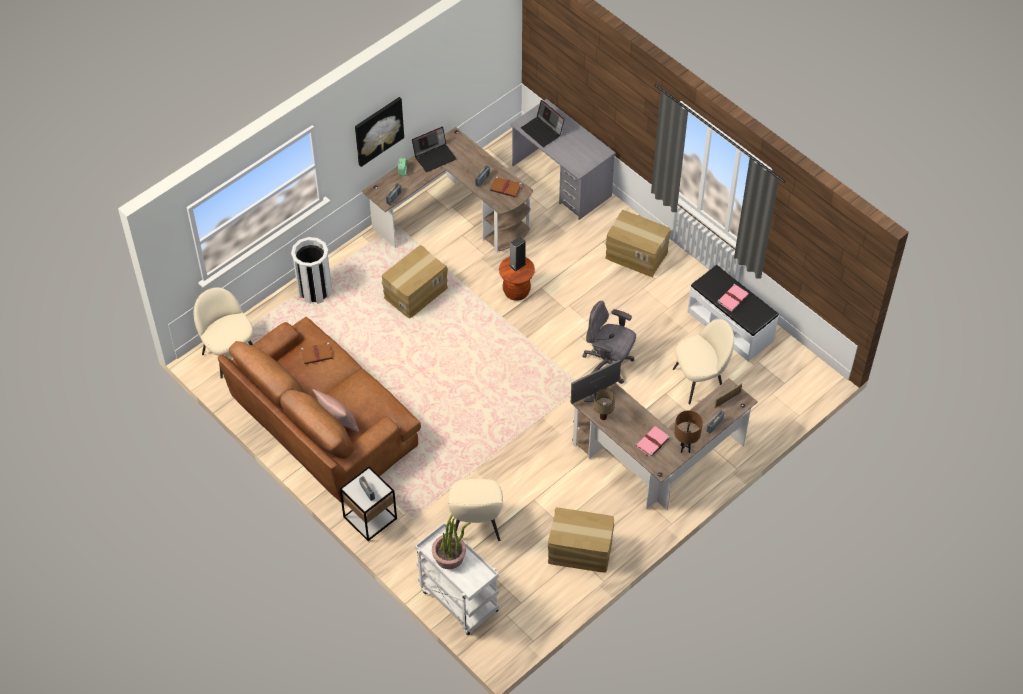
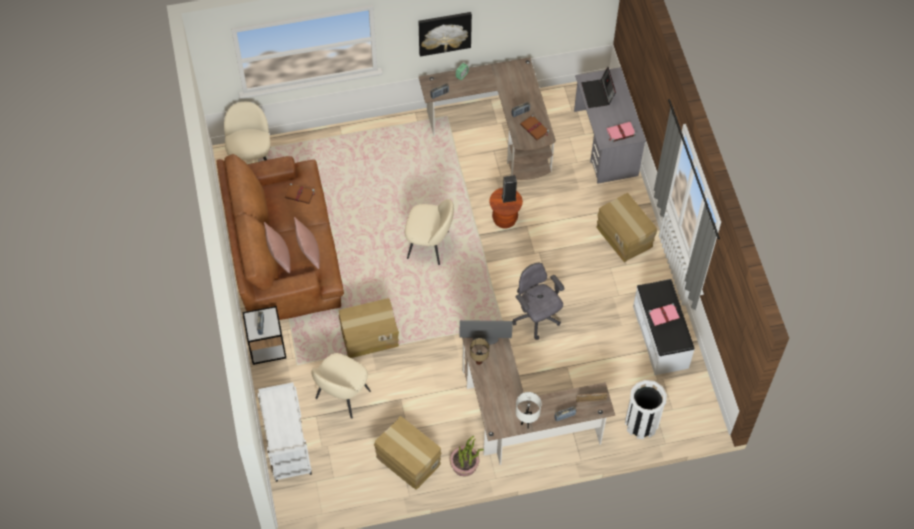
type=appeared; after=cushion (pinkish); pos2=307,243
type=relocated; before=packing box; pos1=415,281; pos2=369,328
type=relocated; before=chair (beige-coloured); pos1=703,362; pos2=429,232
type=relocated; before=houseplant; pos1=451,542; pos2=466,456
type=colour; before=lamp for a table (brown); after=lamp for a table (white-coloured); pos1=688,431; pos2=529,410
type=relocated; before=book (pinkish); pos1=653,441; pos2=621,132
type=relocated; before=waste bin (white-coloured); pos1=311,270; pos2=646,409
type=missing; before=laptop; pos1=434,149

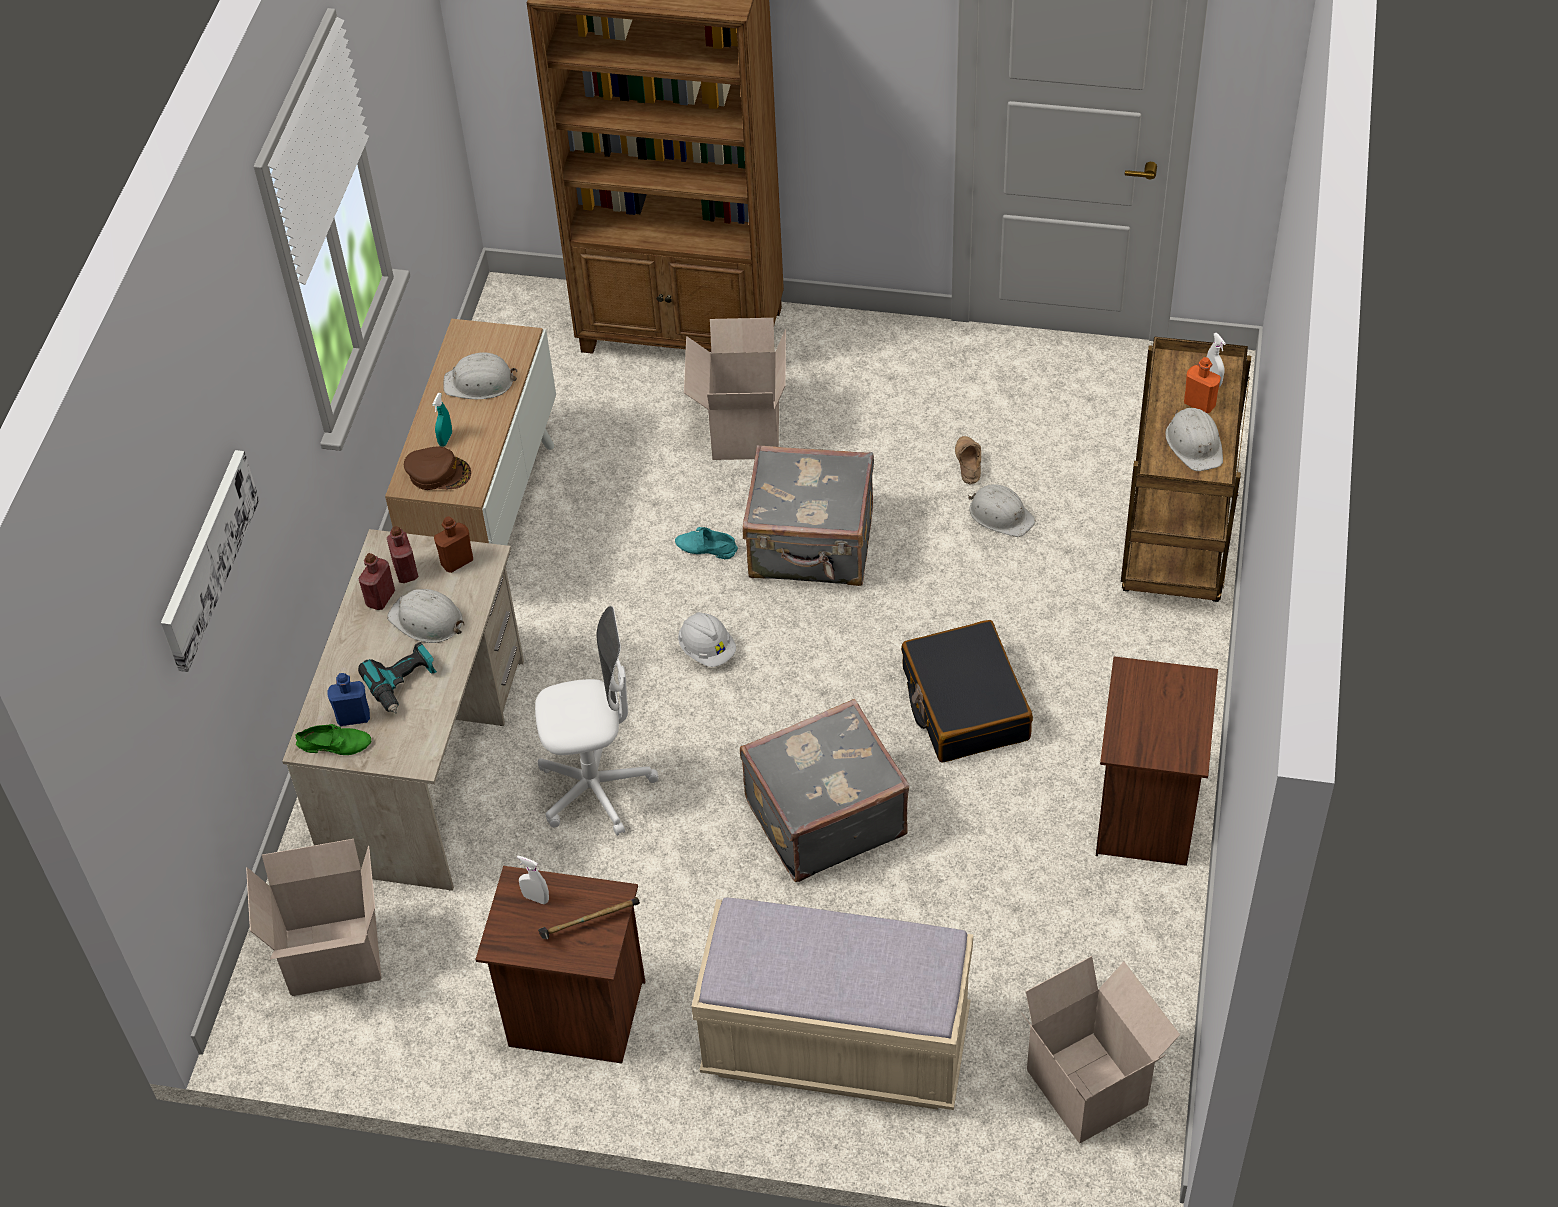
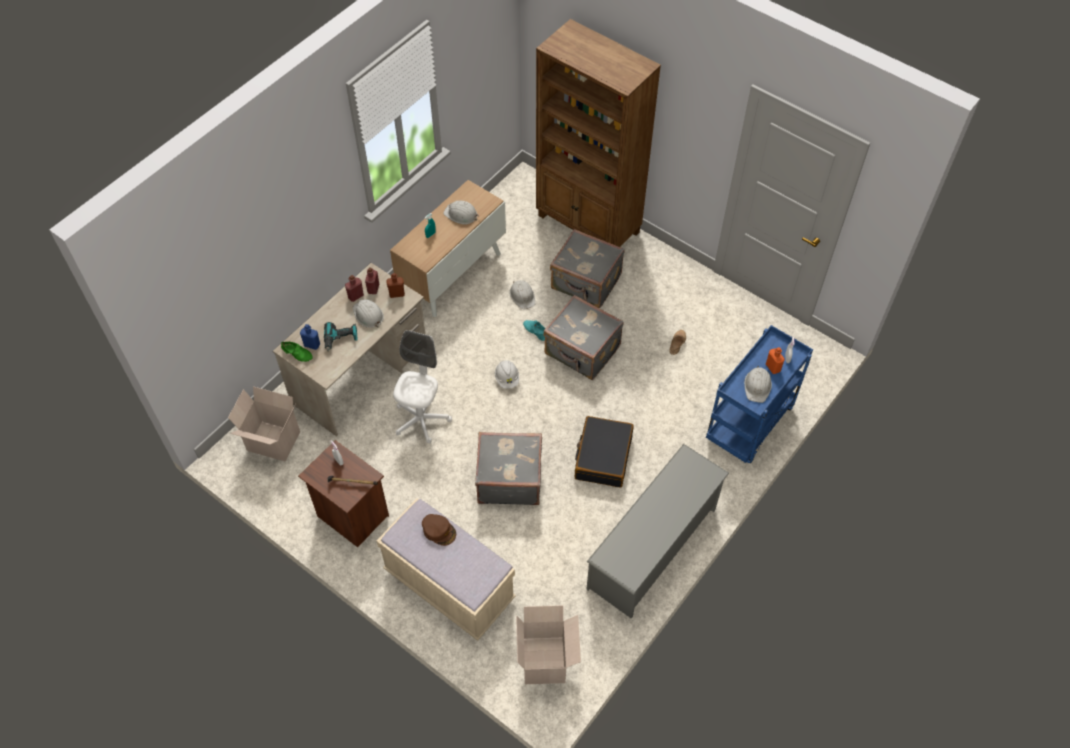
type=spun; before=desk chair (white-coloured); pos1=597,721; pos2=422,386; turn=-90
type=relocated; before=baseball cap (brown); pos1=437,468; pos2=439,530
type=relocated; before=work helmet (white-coloured); pos1=1001,510; pos2=522,294
type=exchanged; before=packing box; after=travel case (greyish); pos1=735,389; pos2=587,268
type=exchanged; before=night table (brown); after=shoe stand (greyish); pos1=1157,761; pos2=657,531
type=colour; before=wheeled cart (brown); after=wheeled cart (blue); pos1=1186,469; pos2=759,394
type=missing; before=wall art; pos1=210,561

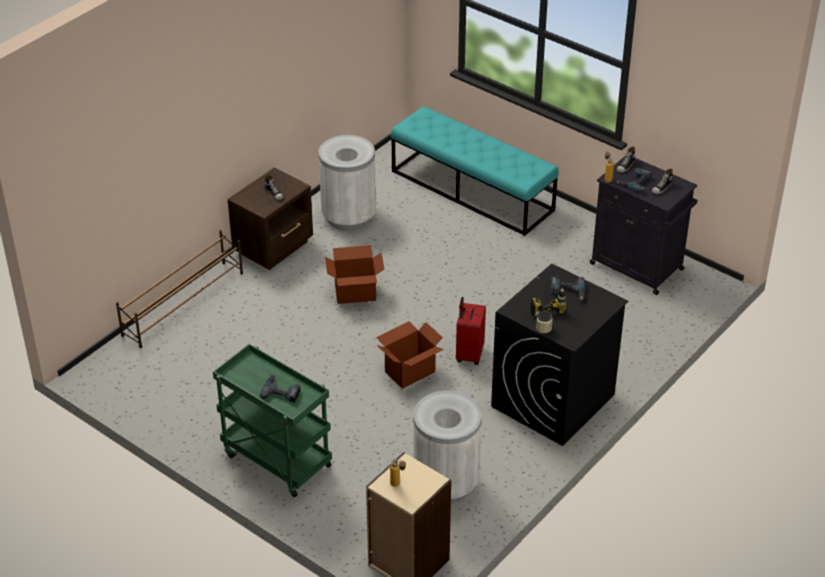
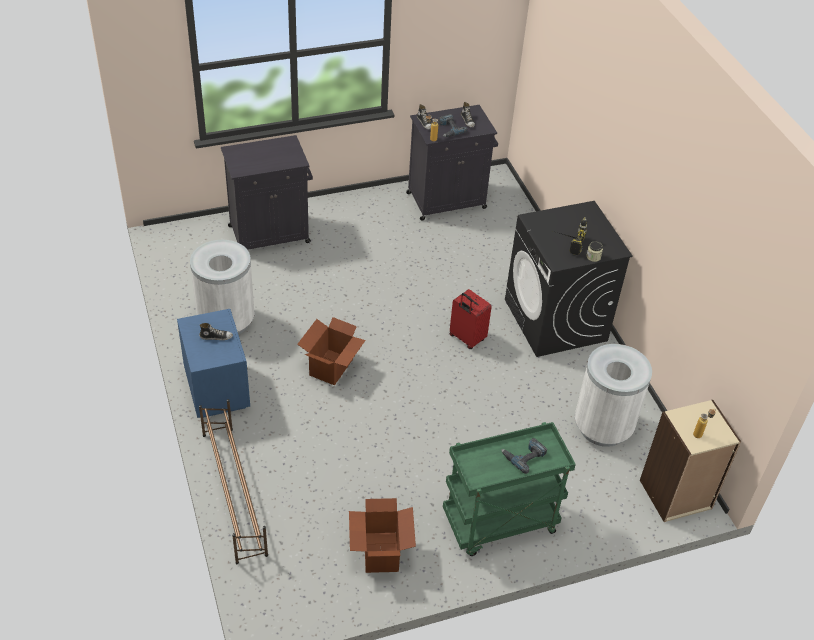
type=colour; before=night table (brown); after=night table (blue); pos1=270,219; pos2=213,363
type=exchanged; before=bench (turquoise); after=cabinet (blackish); pos1=475,171; pos2=267,192
type=relocated; before=packing box; pos1=410,355; pos2=382,535
type=missing; before=drill; pos1=567,289

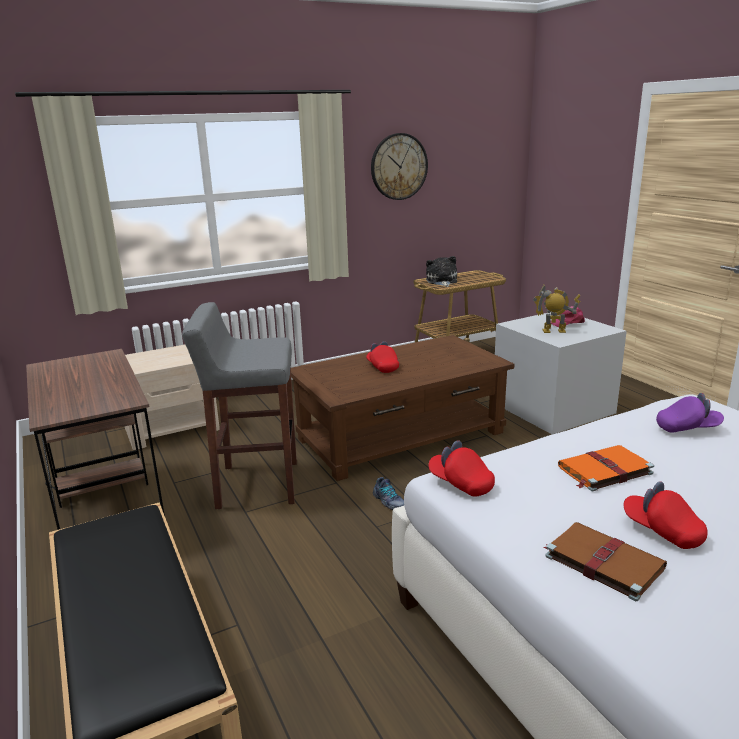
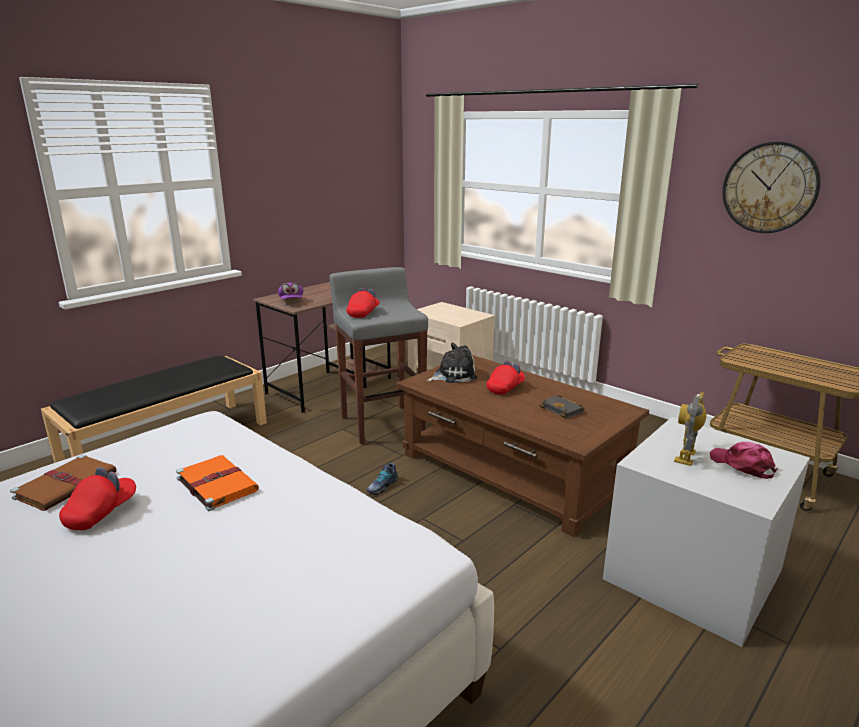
type=relocated; before=baseball cap (purple); pos1=690,413; pos2=291,290
type=relocated; before=baseball cap (red-coloured); pos1=462,468; pos2=363,303
type=relocated; before=cuddly toy; pos1=441,271; pos2=452,363
type=appeared; after=book (blackish); pos2=562,407
type=spun; before=robot figure; pos1=557,309; pos2=690,429; turn=-135

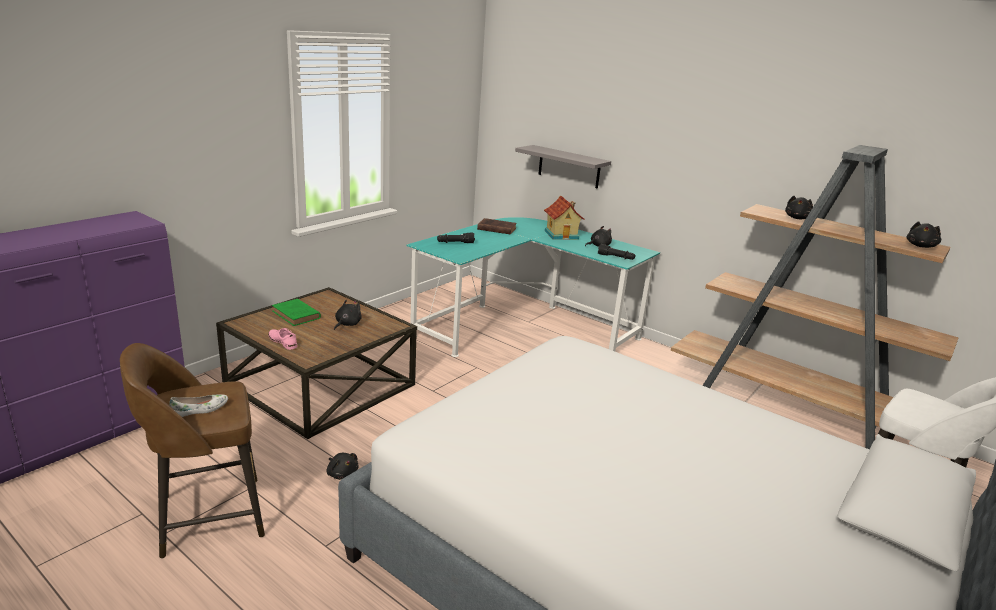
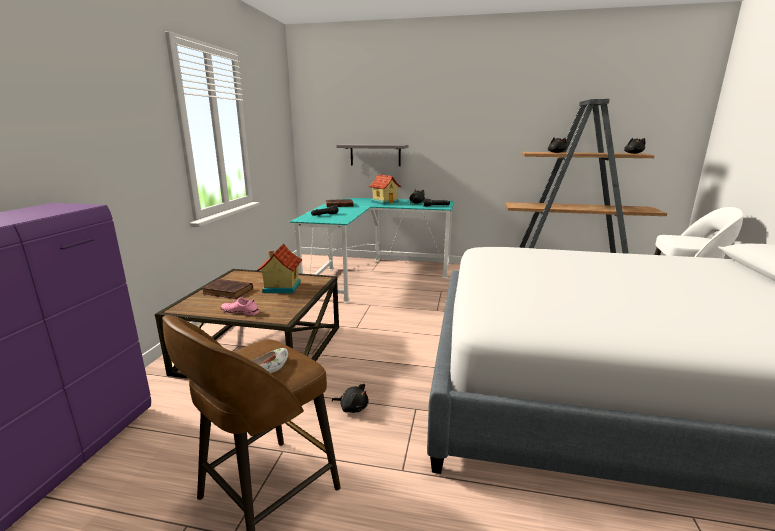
type=colour; before=book (green-coloured); after=book (brown); pos1=296,312; pos2=227,289
type=exchanged; before=cuddly toy (blackish); after=toy house; pos1=348,315; pos2=279,268

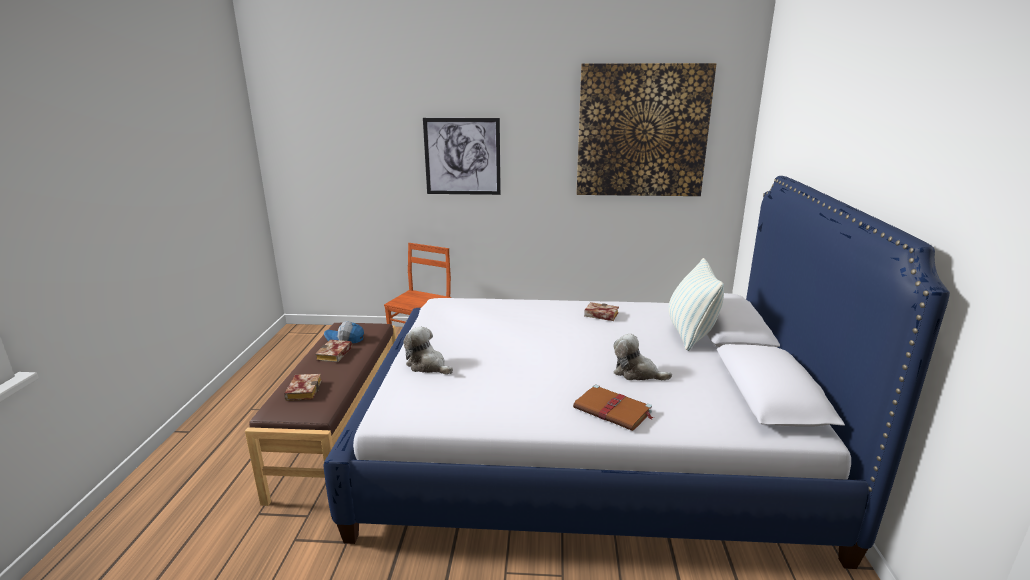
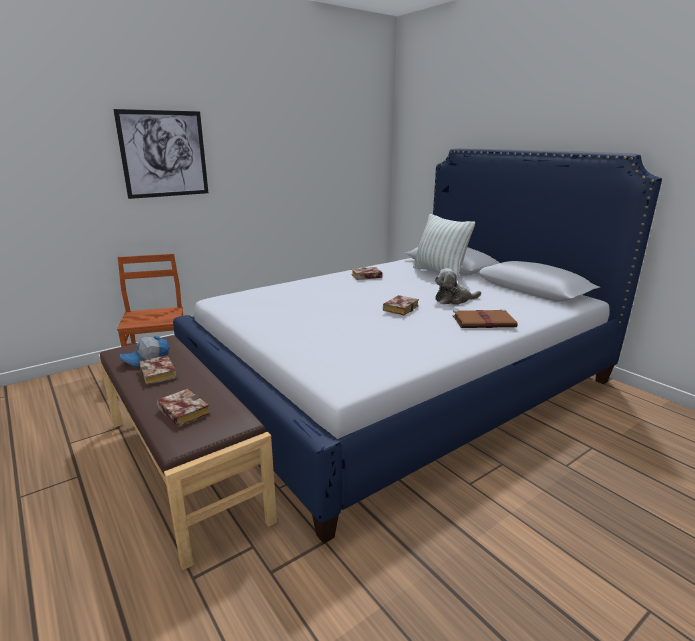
type=appeared; after=book; pos2=401,305
type=missing; before=cuddly toy; pos1=428,351
type=missing; before=wall art; pos1=646,129

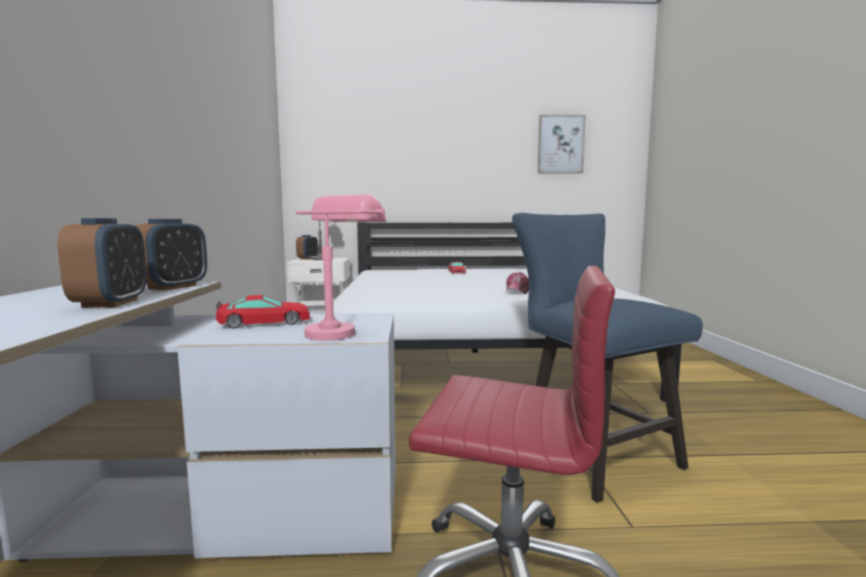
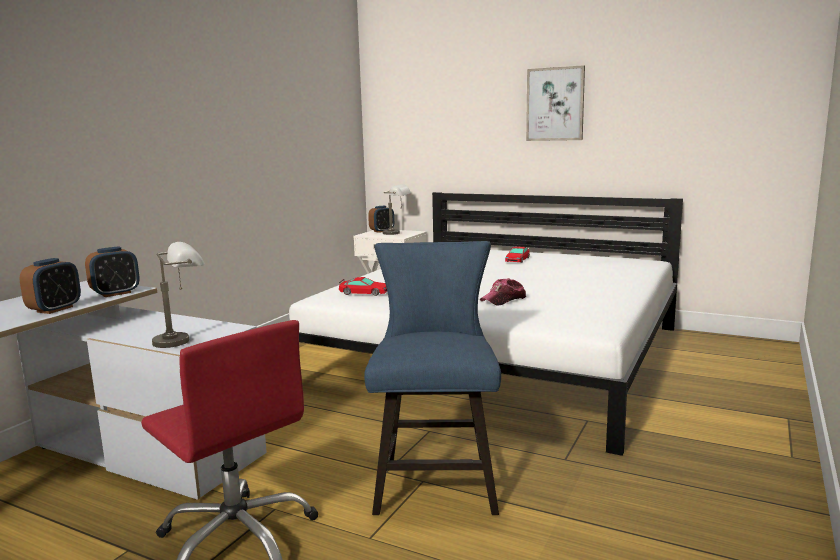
type=colour; before=lamp for a table (pinkish); after=lamp for a table (greyish); pos1=341,268; pos2=178,295
type=relocated; before=toy car; pos1=263,312; pos2=363,286
type=relocated; before=wall art; pos1=562,144; pos2=555,103

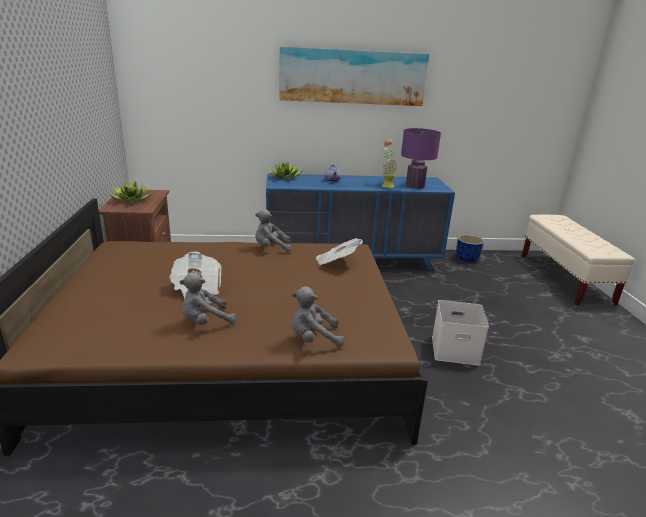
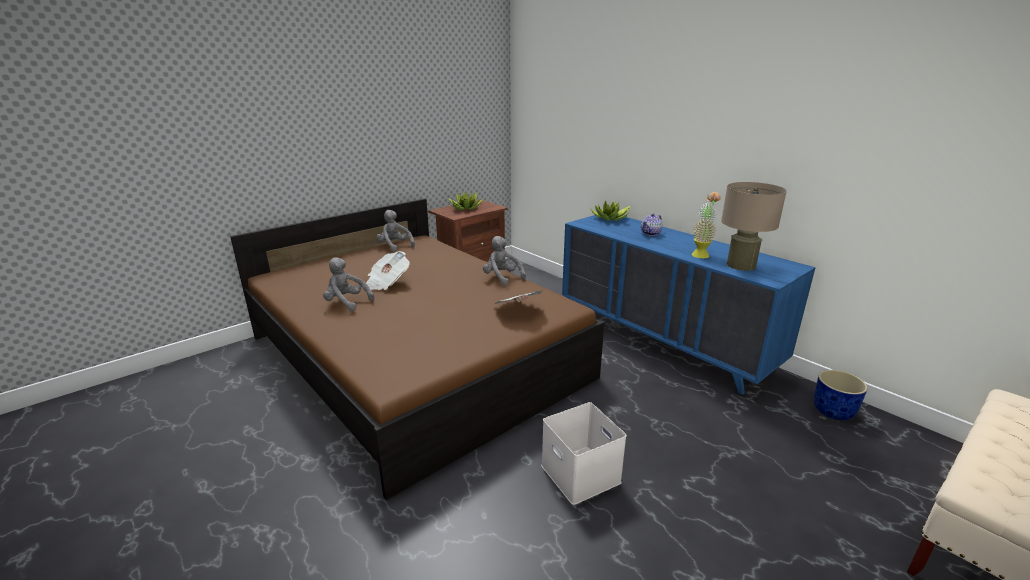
type=relocated; before=cuddly toy (greyish); pos1=317,316; pos2=395,231
type=colour; before=lamp for a table (purple); after=lamp for a table (beige-coloured); pos1=421,158; pos2=754,226
type=missing; before=wall art; pos1=354,76

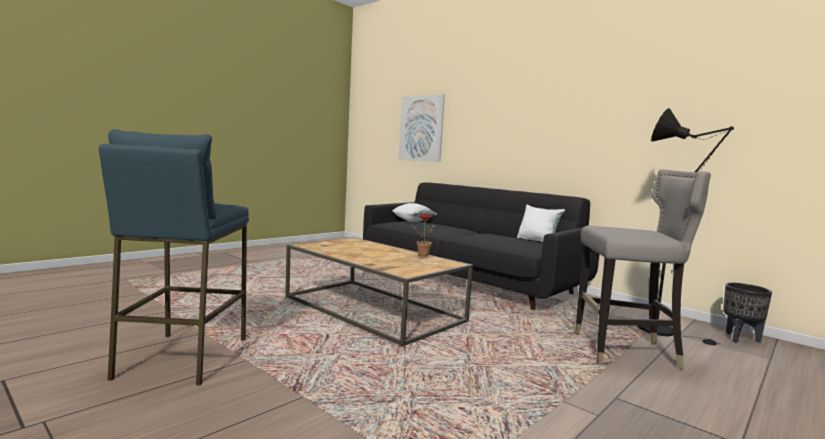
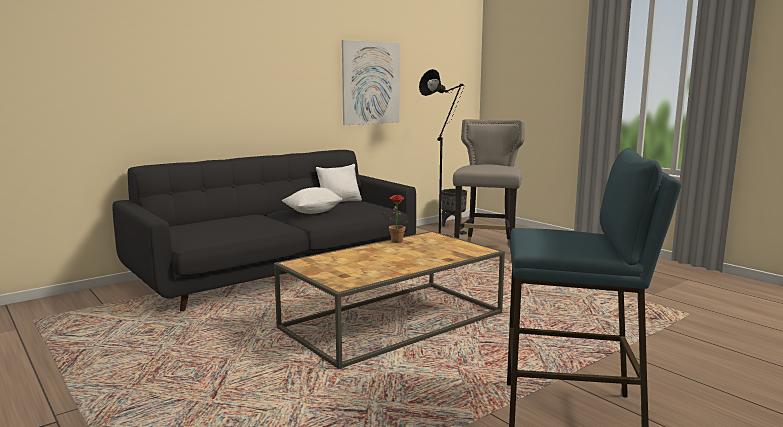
type=relocated; before=cushion (white-coloured); pos1=414,212; pos2=312,200
type=relocated; before=wall art; pos1=422,128; pos2=371,82

